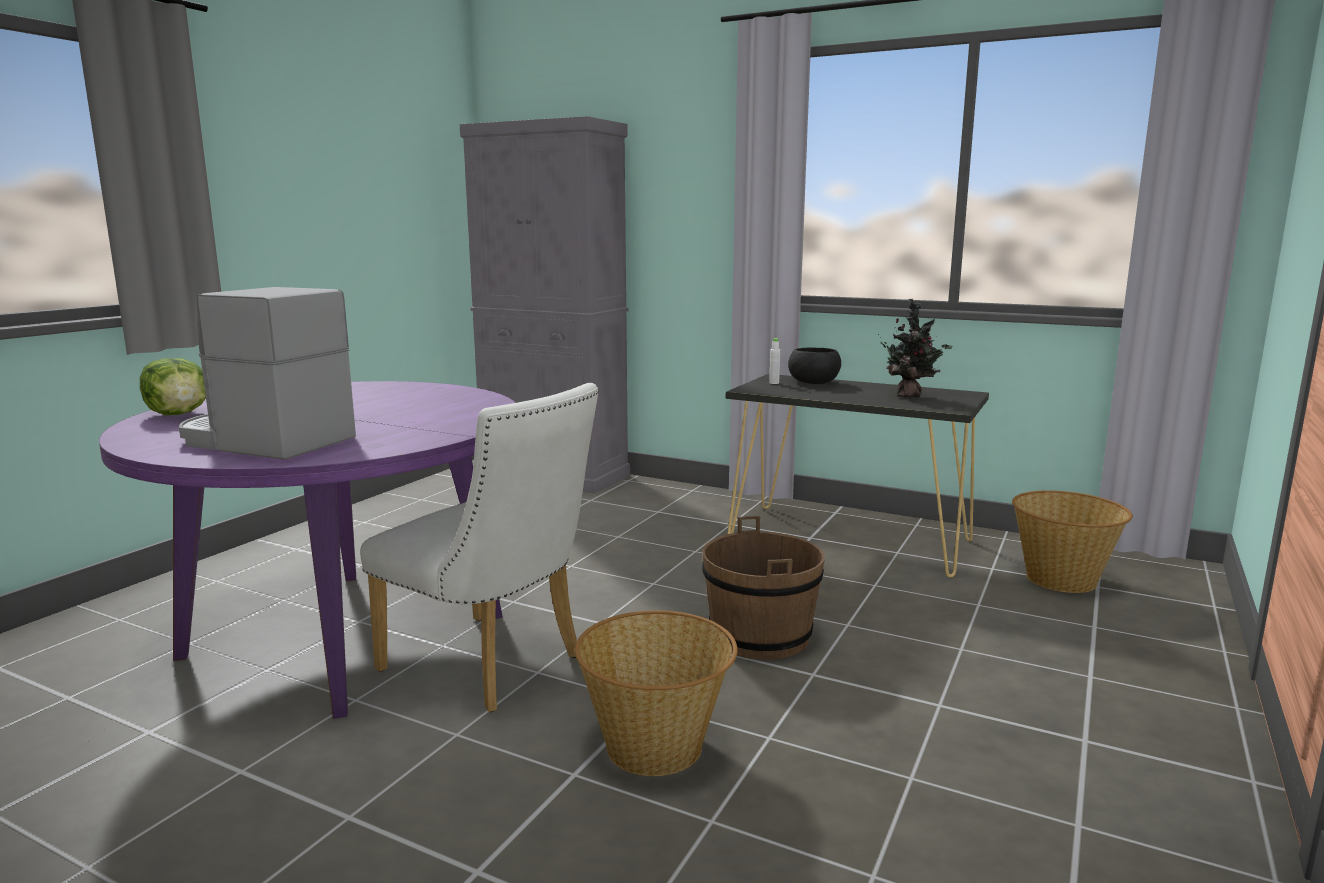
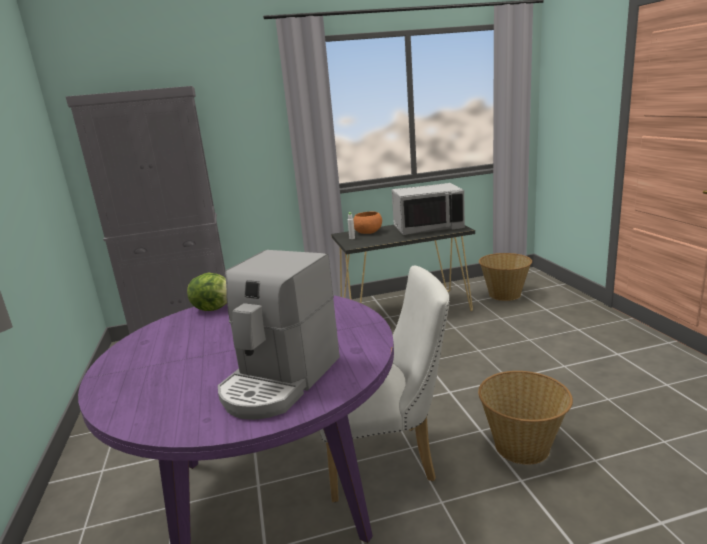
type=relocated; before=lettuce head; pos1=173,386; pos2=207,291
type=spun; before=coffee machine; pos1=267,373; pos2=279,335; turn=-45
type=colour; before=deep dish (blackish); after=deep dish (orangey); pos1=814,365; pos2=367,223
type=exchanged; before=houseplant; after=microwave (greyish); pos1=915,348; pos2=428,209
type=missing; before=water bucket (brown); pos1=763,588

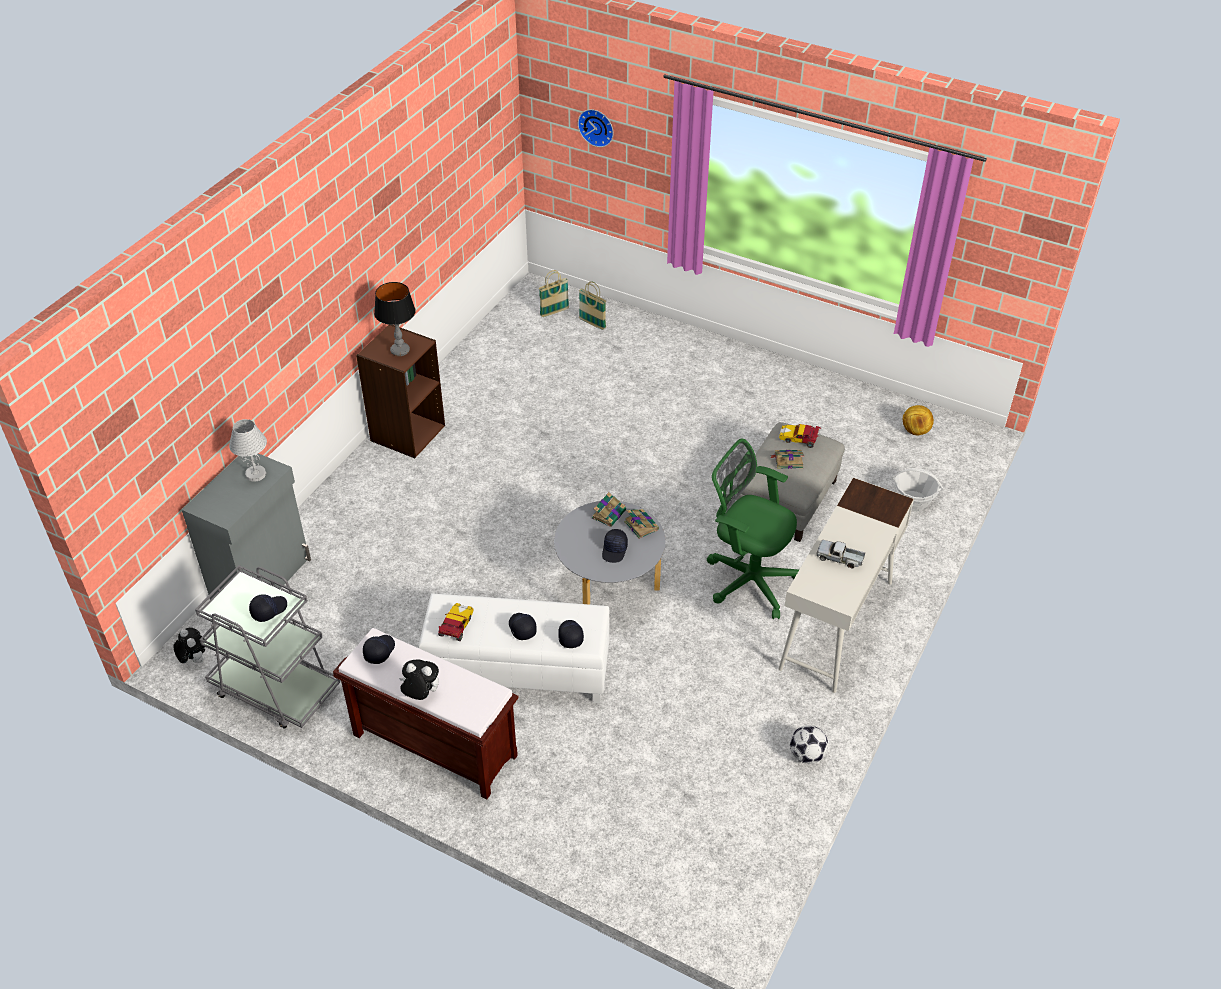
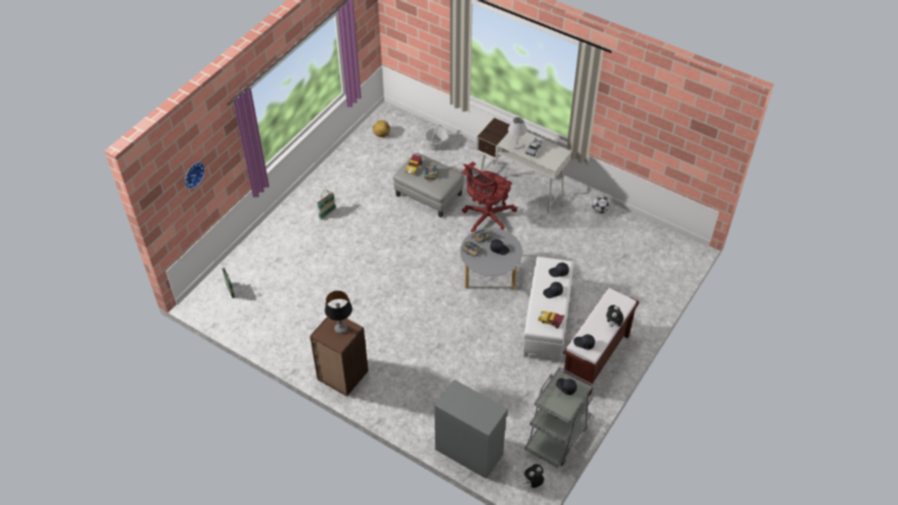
type=relocated; before=household basket; pos1=592,305; pos2=326,205
type=colour; before=desk chair (green-coloured); after=desk chair (red-coloured); pos1=753,528; pos2=489,197
type=relocated; before=lamp for a table (white-coloured); pos1=248,450; pos2=517,133

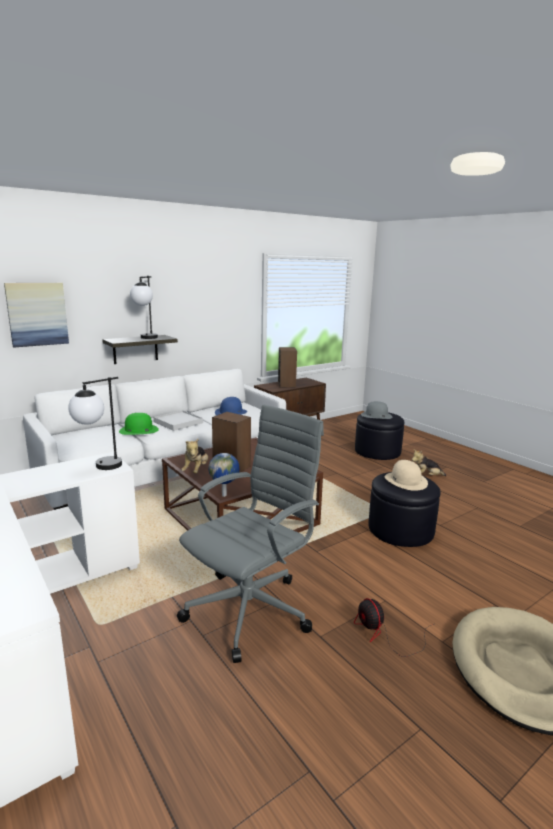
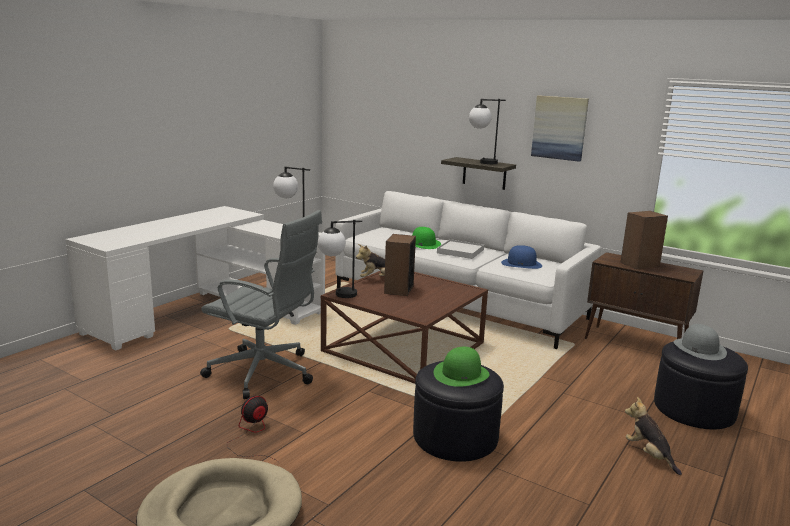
type=exchanged; before=globe; after=lamp for a table; pos1=224,475; pos2=340,259
type=colour; before=wearable hat (beige-coloured); after=wearable hat (green-coloured); pos1=406,475; pos2=462,367
type=relocated; before=wall art; pos1=36,315; pos2=560,128

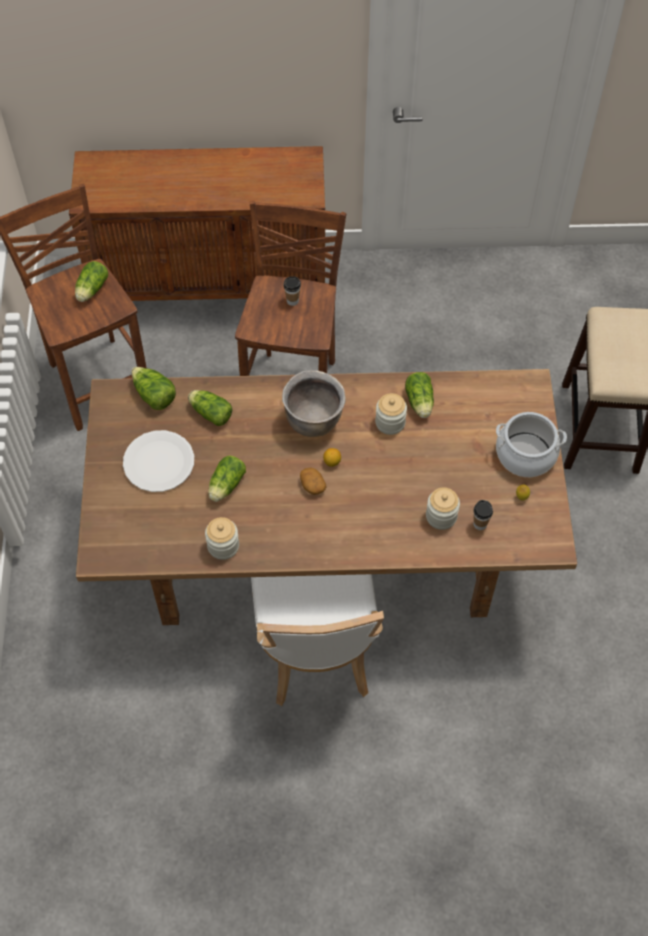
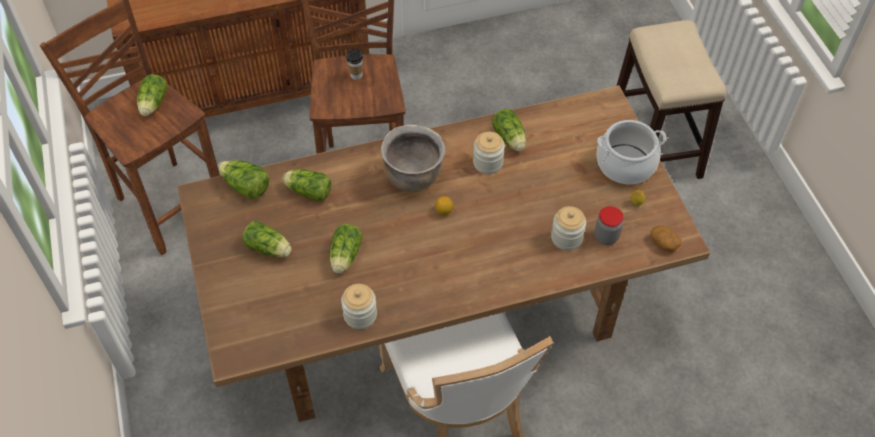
type=exchanged; before=dinner plate (white-coloured); after=lettuce head; pos1=158,461; pos2=267,239
type=exchanged; before=cup; after=storage jar; pos1=483,515; pos2=609,225
type=relocated; before=potato; pos1=313,481; pos2=665,238

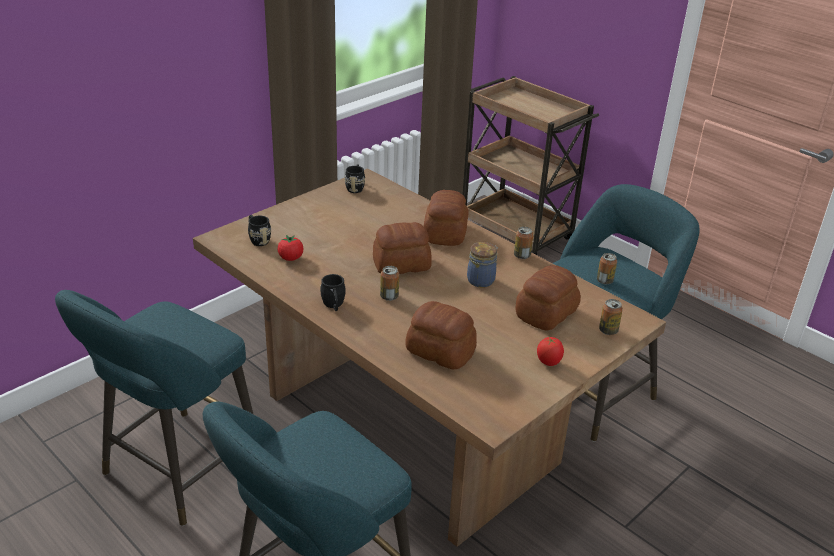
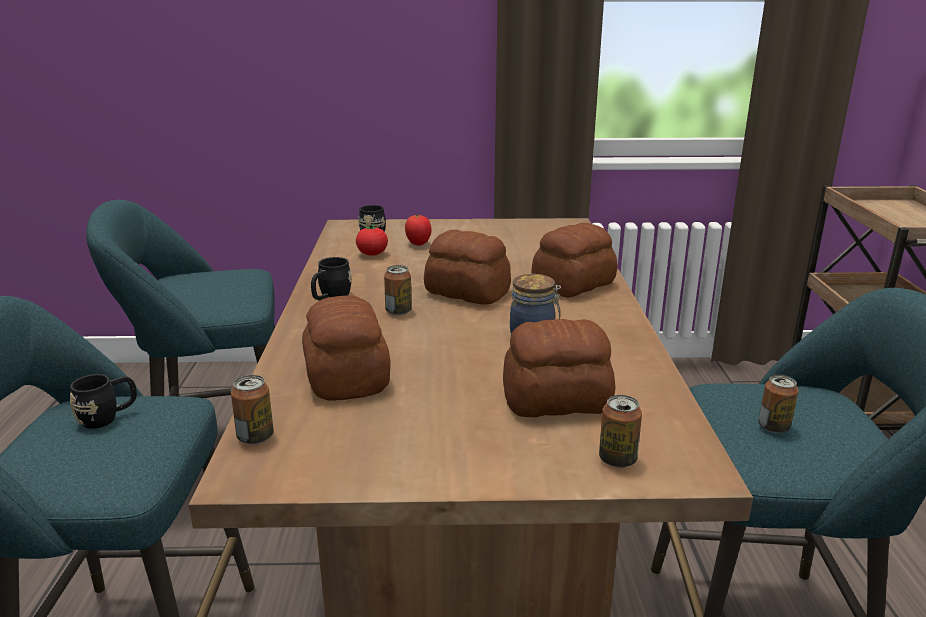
type=relocated; before=tea mug (blackish); pos1=355,178; pos2=103,401
type=relocated; before=can; pos1=523,243; pos2=252,409
type=relocated; before=tomato; pos1=550,351; pos2=418,230

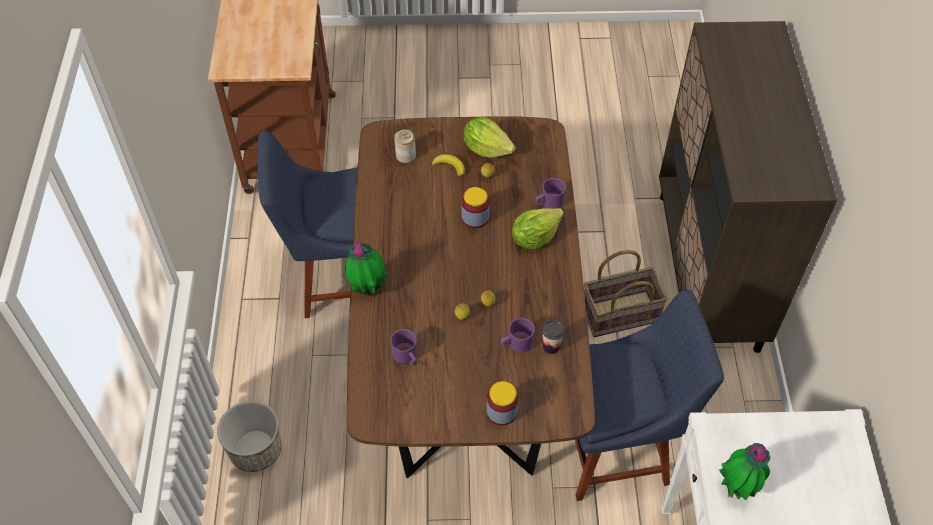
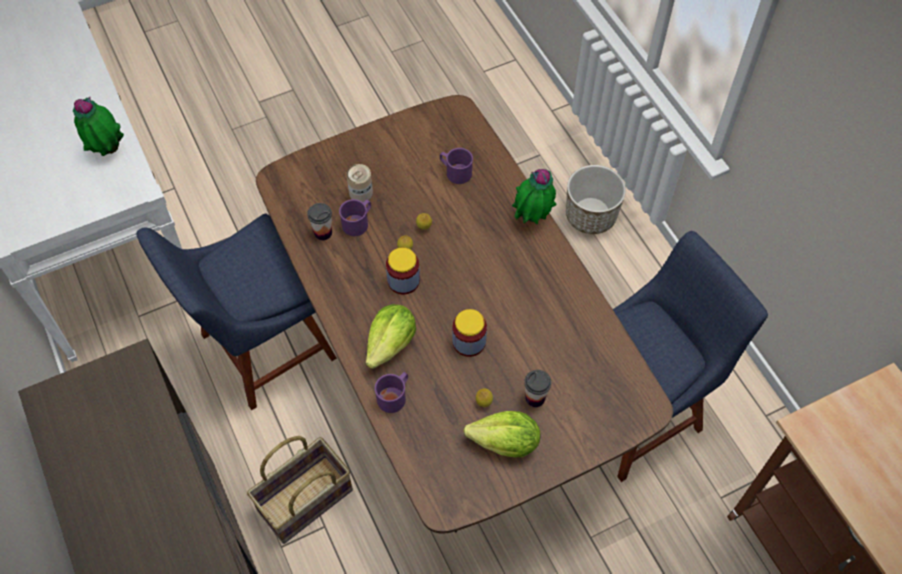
type=relocated; before=can; pos1=405,146; pos2=359,183
type=relocated; before=storage jar; pos1=502,403; pos2=403,271
type=exchanged; before=whole banana; after=cup; pos1=448,165; pos2=537,388

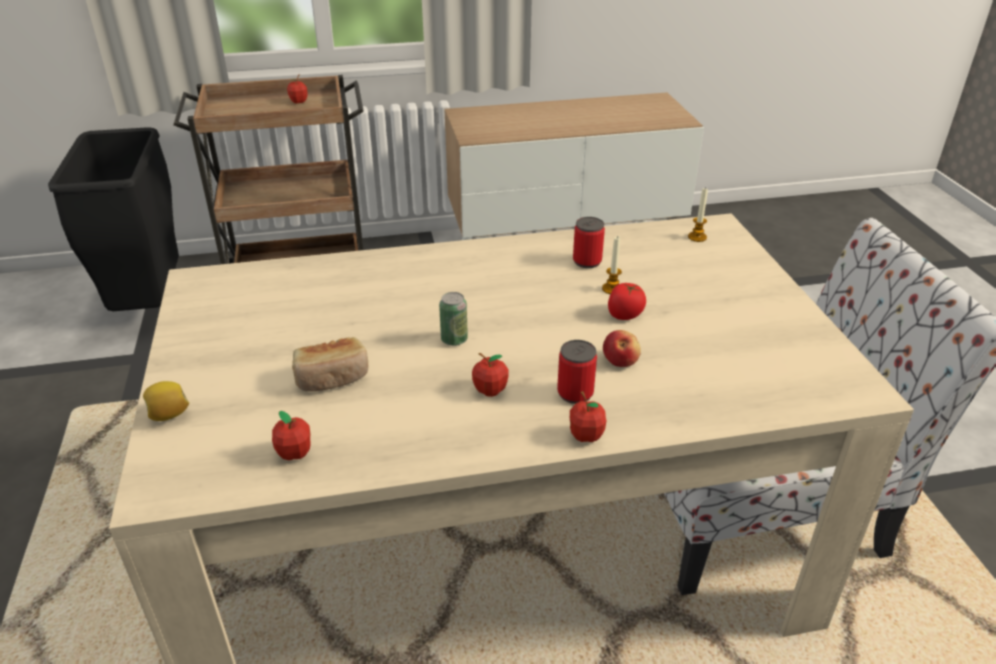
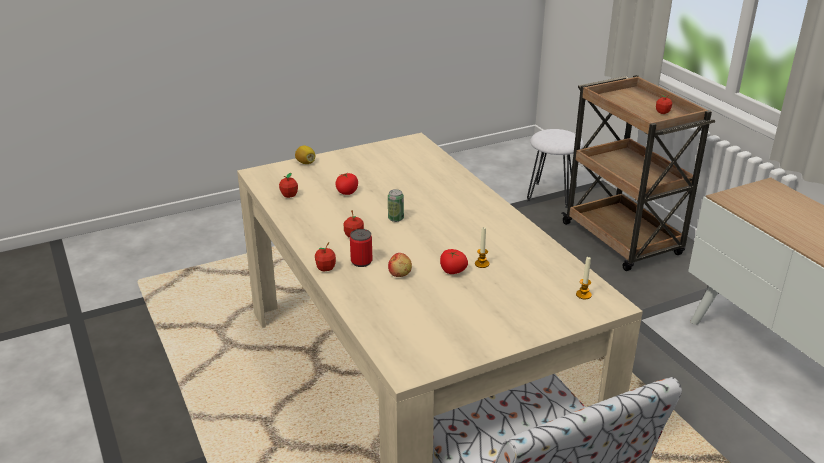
type=exchanged; before=bakery bread; after=tomato; pos1=330,364; pos2=347,184
type=exchanged; before=waste bin (blackish); after=stool (white-coloured); pos1=113,219; pos2=555,168
type=missing; before=can; pos1=589,242

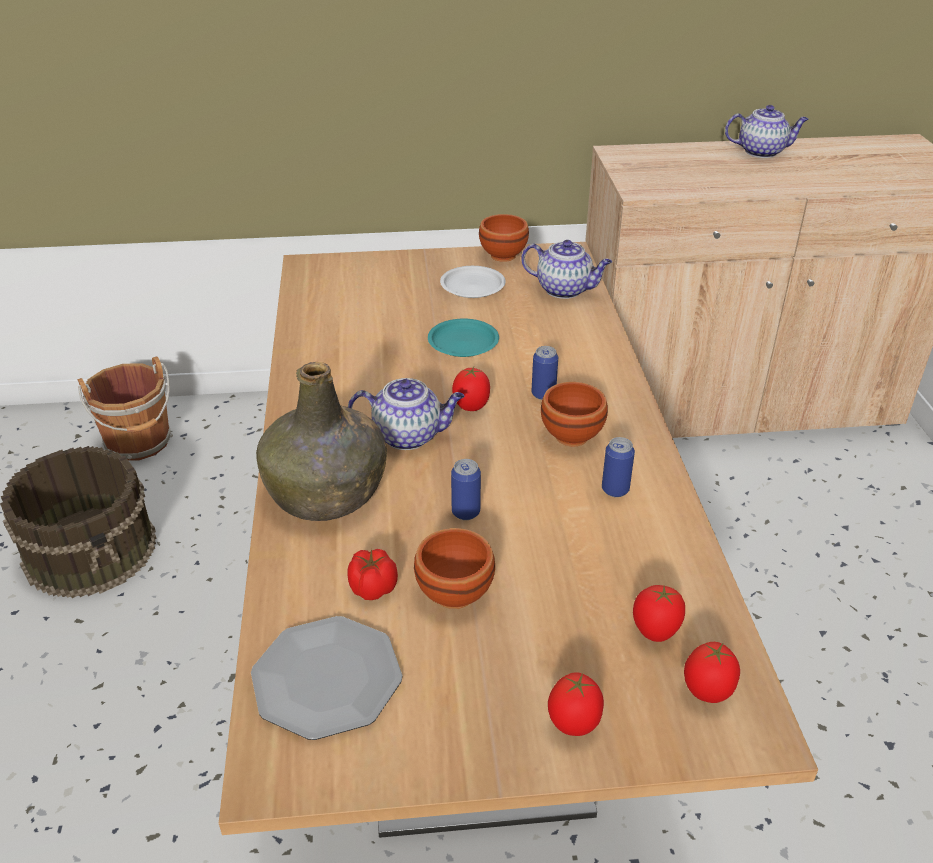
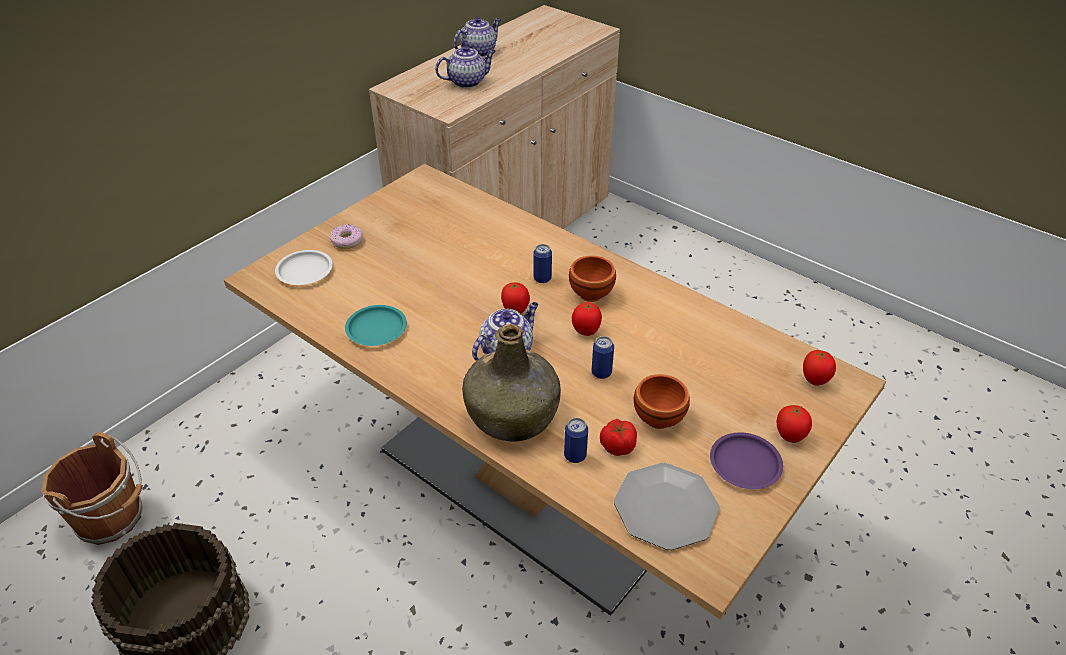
type=relocated; before=dinner plate (white-coloured); pos1=472,282; pos2=304,267
type=appeared; after=donut; pos2=346,236
type=relocated; before=dinner plate (turquoise); pos1=463,338; pos2=376,325
type=relocated; before=teapot; pos1=566,269; pos2=465,67
type=relocated; before=can; pos1=618,467; pos2=576,440
type=relocated; before=tomato; pos1=659,613; pos2=587,319
type=appeared; after=dinner plate (purple); pos2=746,460
type=missing; before=deep dish (brown); pos1=504,238

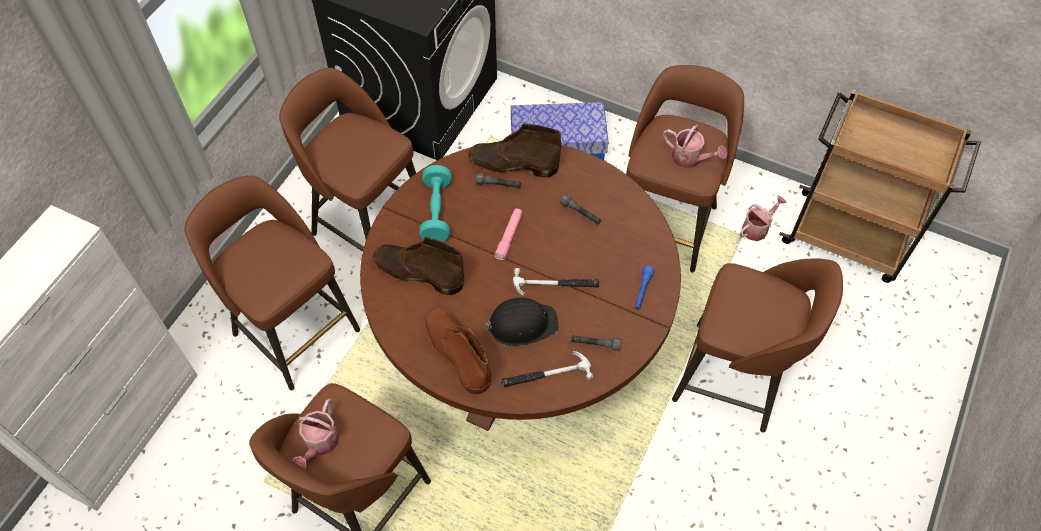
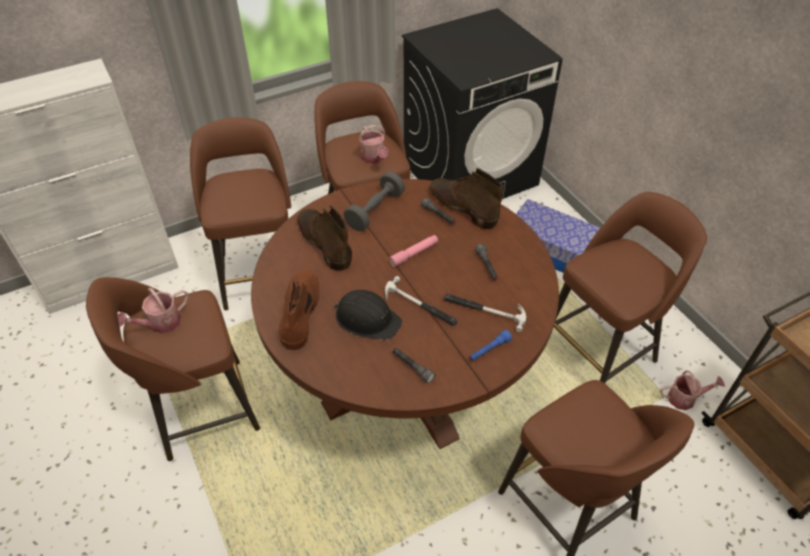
type=colour; before=free weight (turquoise); after=free weight (greyish); pos1=435,203; pos2=374,201
type=relocated; before=watering can; pos1=695,146; pos2=373,144
type=relocated; before=hand hammer; pos1=547,369; pos2=485,313

